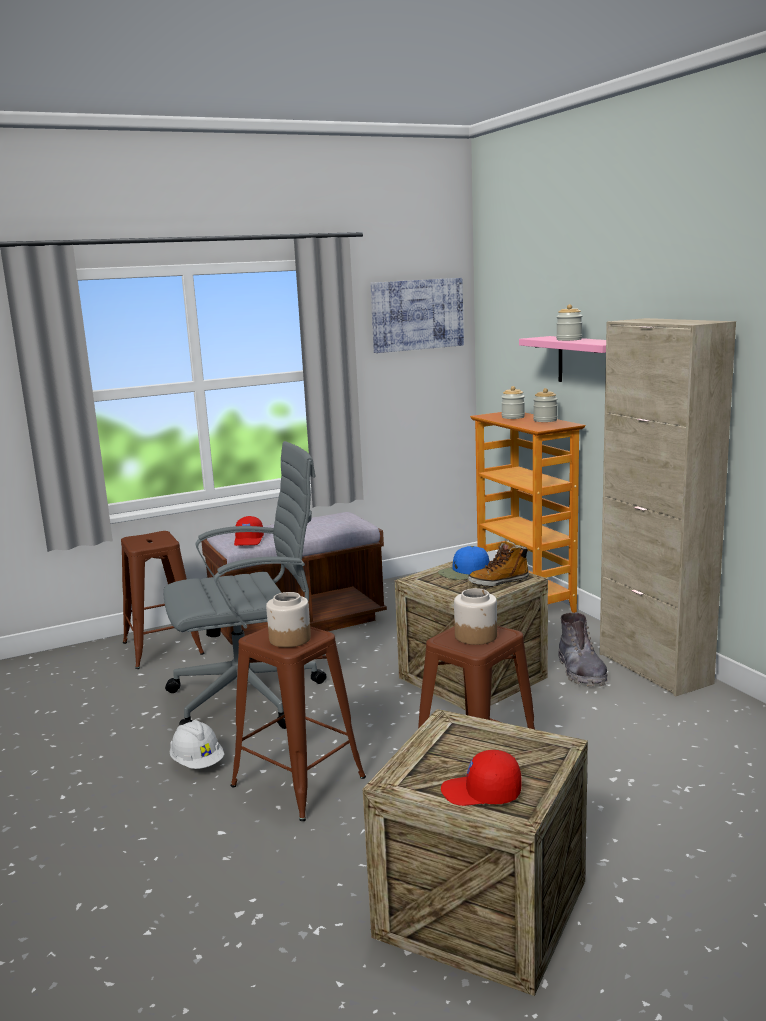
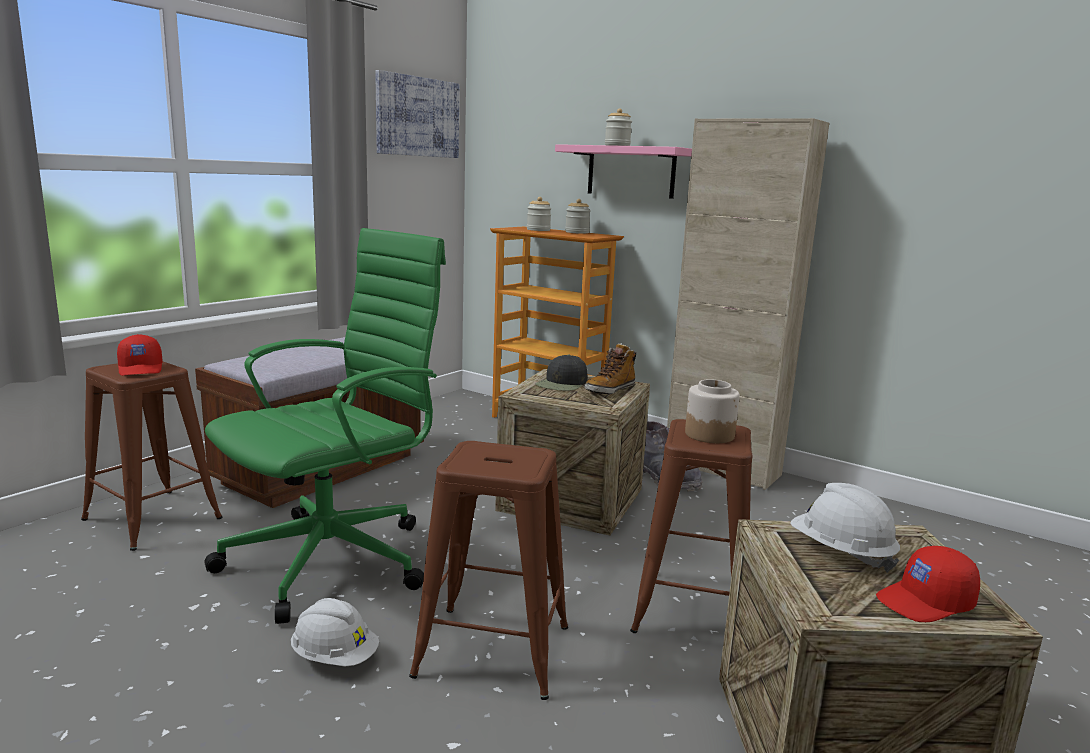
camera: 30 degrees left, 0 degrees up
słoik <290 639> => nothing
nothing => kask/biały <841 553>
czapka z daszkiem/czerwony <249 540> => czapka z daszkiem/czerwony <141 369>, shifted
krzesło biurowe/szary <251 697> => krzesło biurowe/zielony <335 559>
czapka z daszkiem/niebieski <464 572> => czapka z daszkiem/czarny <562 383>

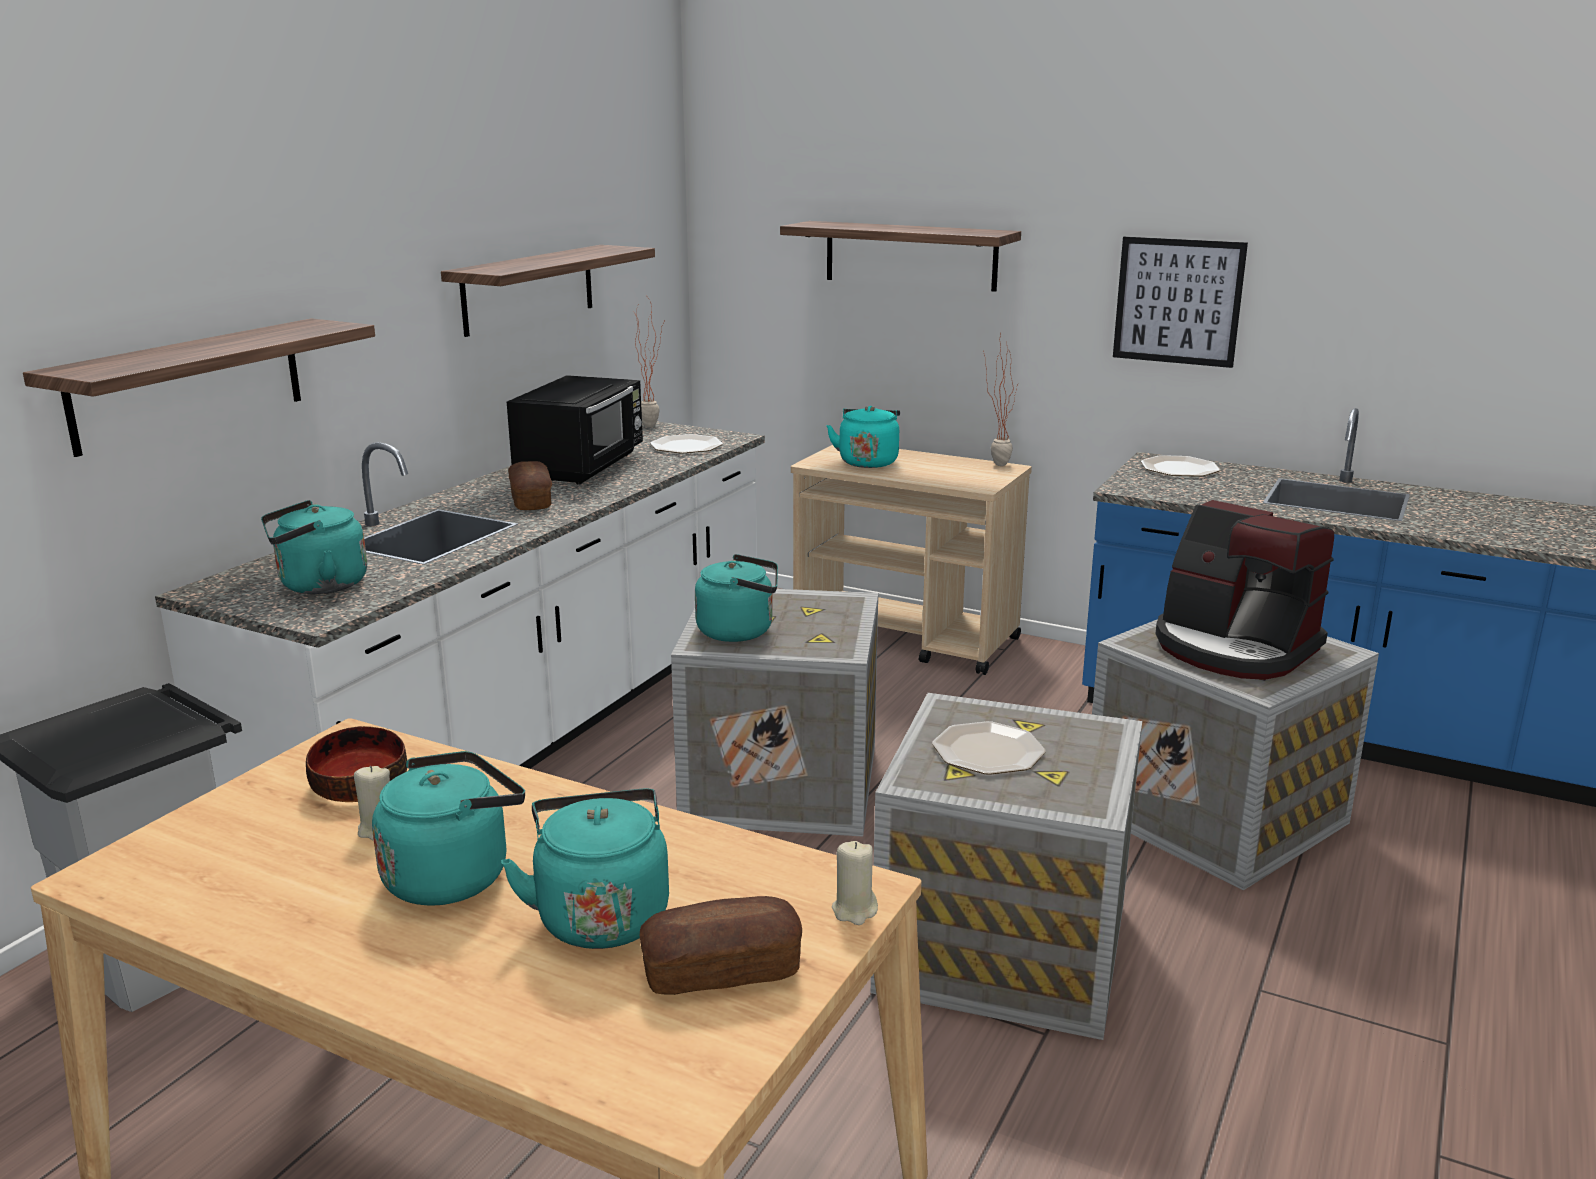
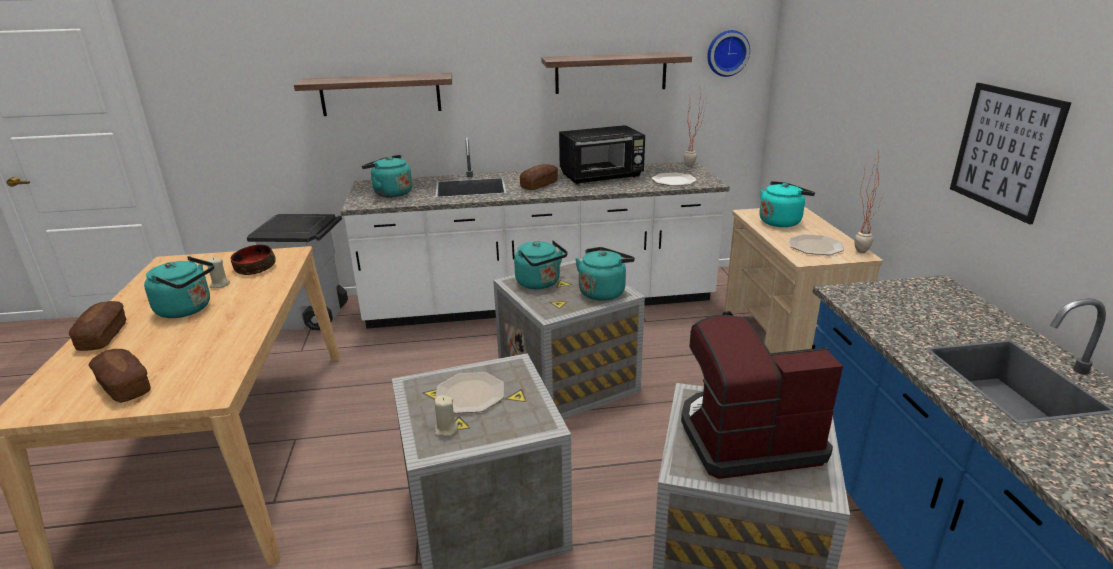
camera: 55 degrees right, 5 degrees up
półka <910 255> => nothing
nothing => chleb <103 336>
nothing => zegar ścienny <727 53>
czajnik/turkusowy <601 915> => czajnik/turkusowy <603 292>, shifted
świeca/beżowy <854 910> => świeca/beżowy <446 430>, shifted
talerz <1179 469> => talerz <814 246>, shifted
ekspres do kawy <1234 648> => ekspres do kawy <746 438>, 75 degrees clockwise

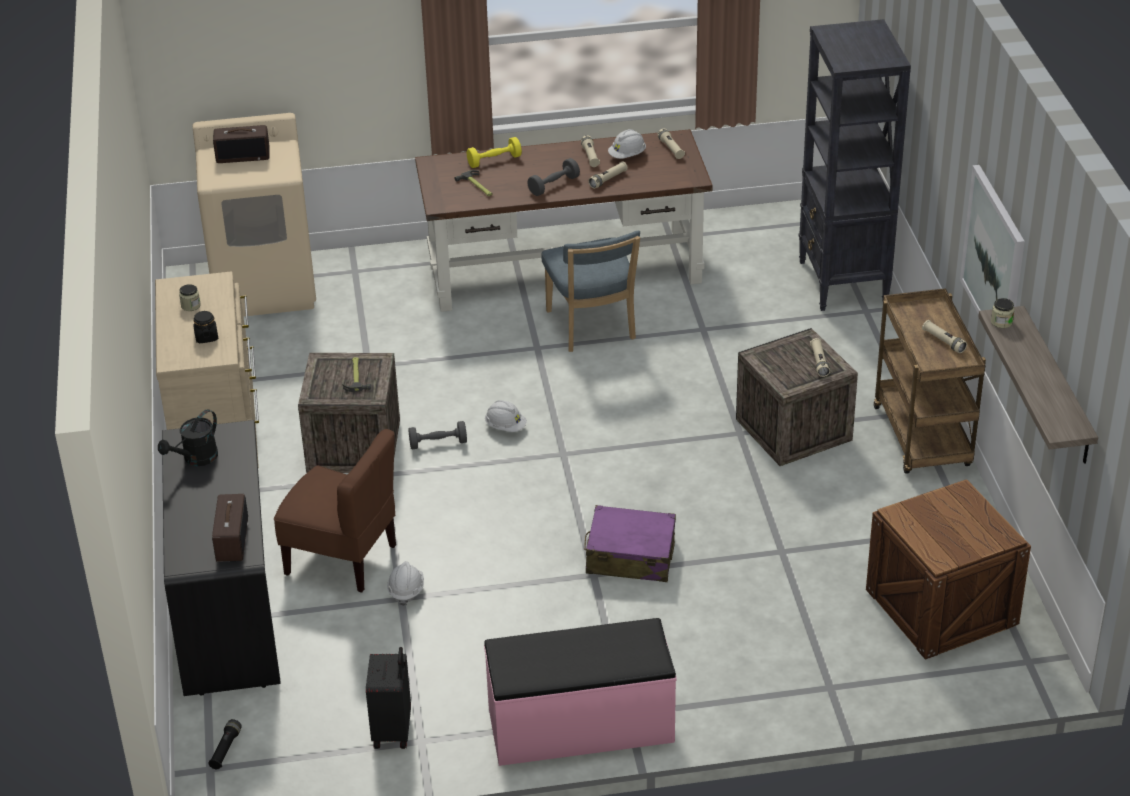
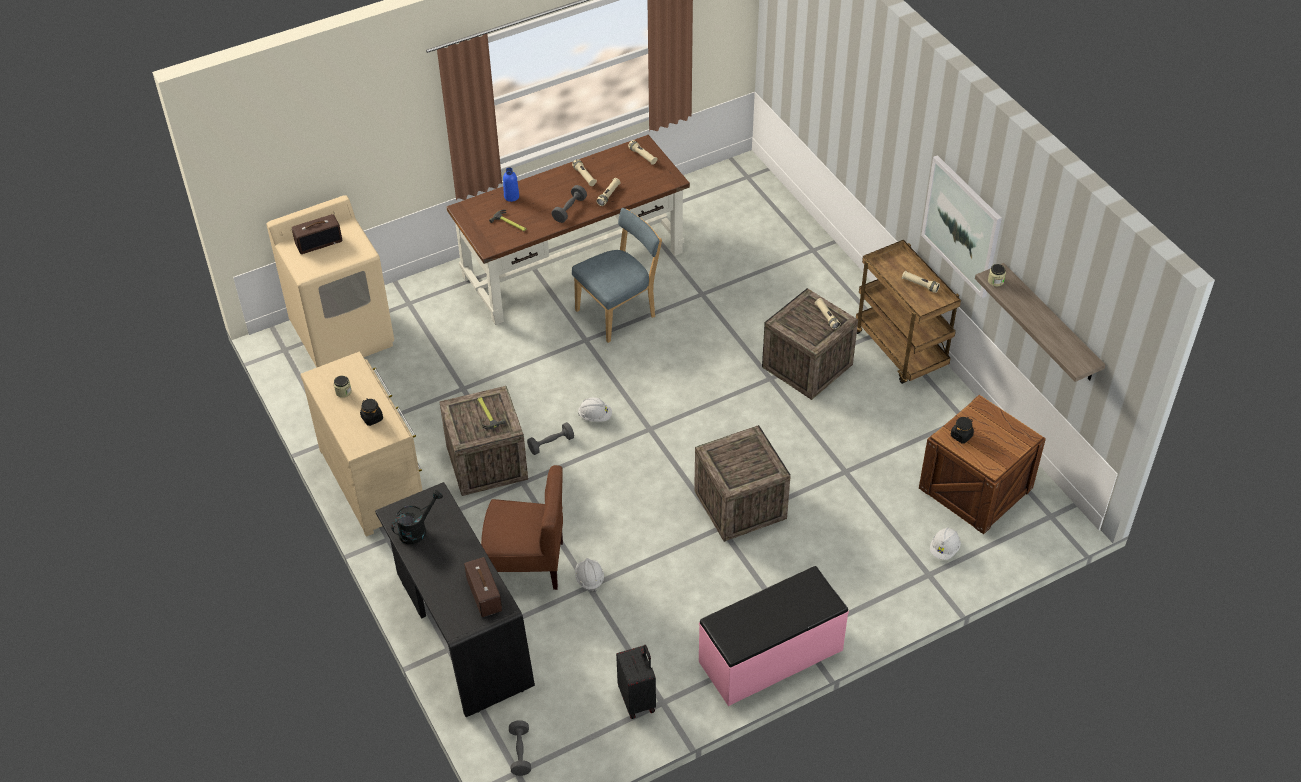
camera: 20 degrees left, 10 degrees up
regał/czarny <843 283> => nothing
nothing => słoik/czarny <961 436>
kask/biały <627 155> => kask/biały <944 549>, shifted
latarka/czarny <225 749> => hantel/szary <520 753>
hantel/żółty <494 161> => butelka/niebieski <511 196>
walizka/fioletowy <630 556> => skrzynka <740 504>
konewka/czarny <196 459> => konewka/czarny <417 529>, 150 degrees counterclockwise
krzesło/niebieski <592 328> => krzesło/niebieski <619 312>, 90 degrees counterclockwise

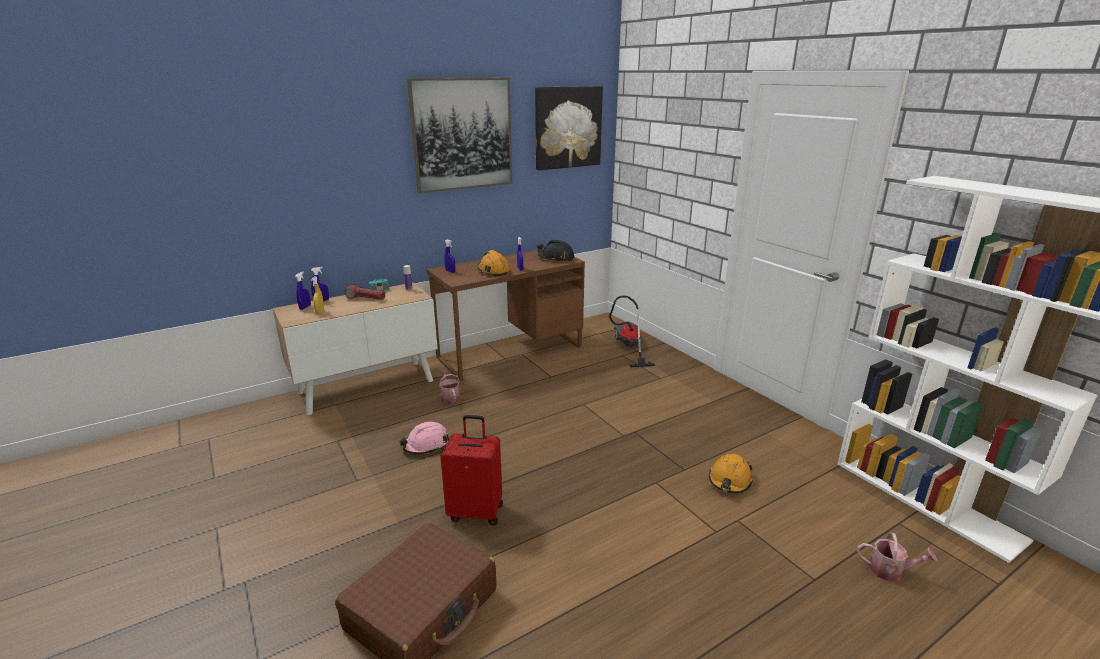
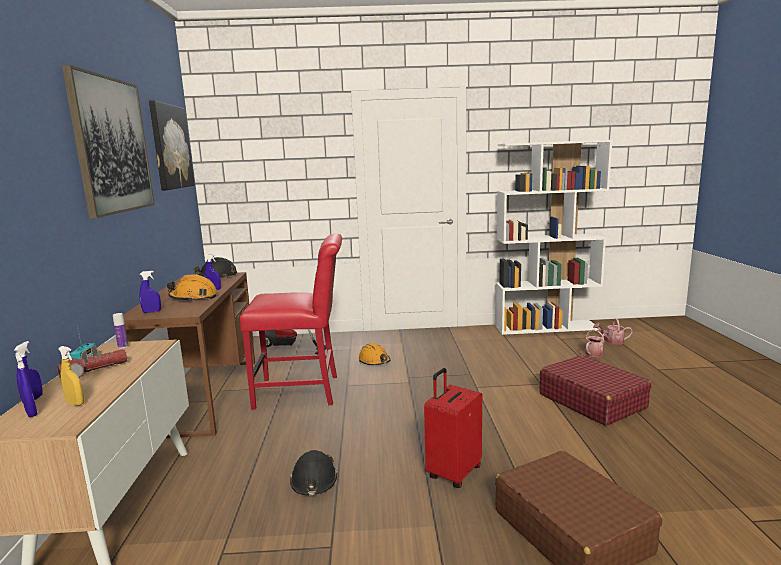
camera: 60 degrees left, 10 degrees down
nothing => krzesło/czerwony <302 392>
nothing => walizka/czerwony <591 401>
konewka <449 397> => konewka <612 341>, shifted
kask/pomarańczowy <729 480> => kask/pomarańczowy <374 361>, shifted
kask/różowy <425 445> => kask/czarny <314 482>

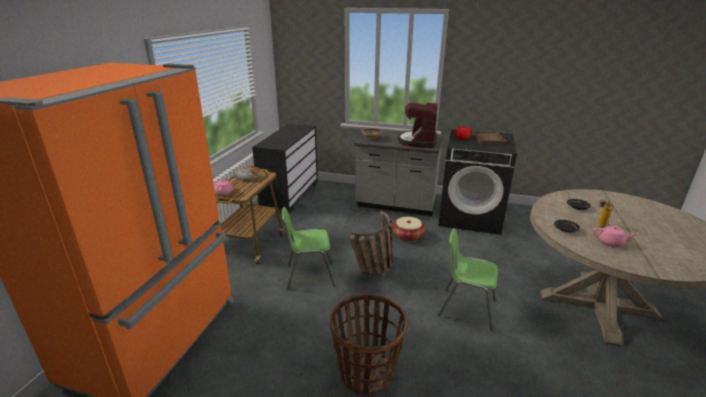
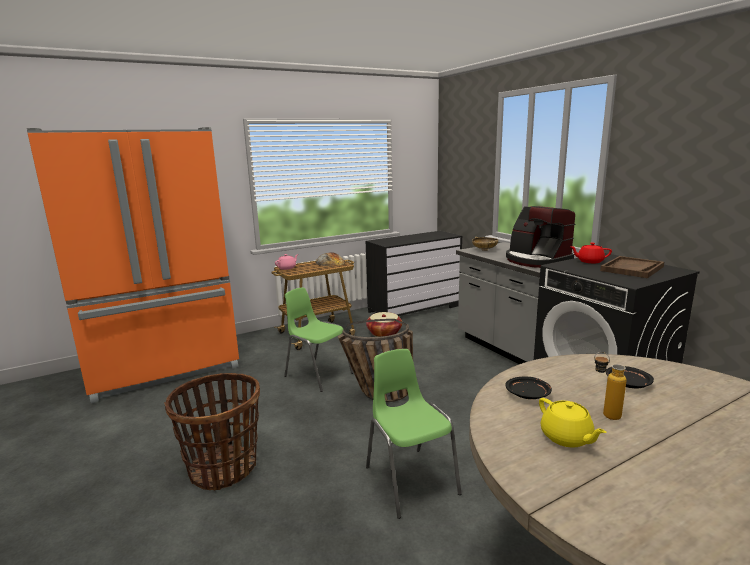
camera: 45 degrees right, 10 degrees down
koszyk <408 236> => koszyk <384 333>, shifted
imbryk/różowy <611 243> => imbryk/żółty <566 438>
ekspres do kawy <418 141> => ekspres do kawy <536 260>, 90 degrees counterclockwise

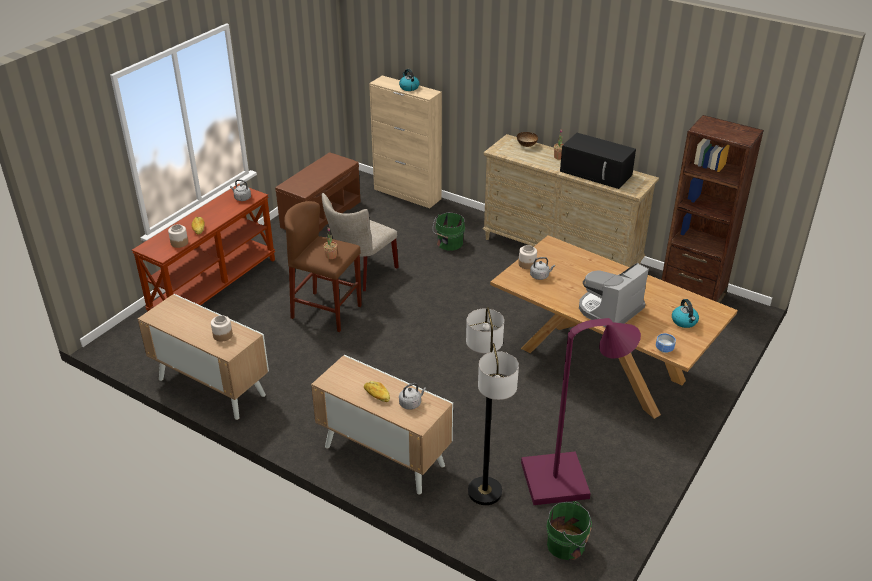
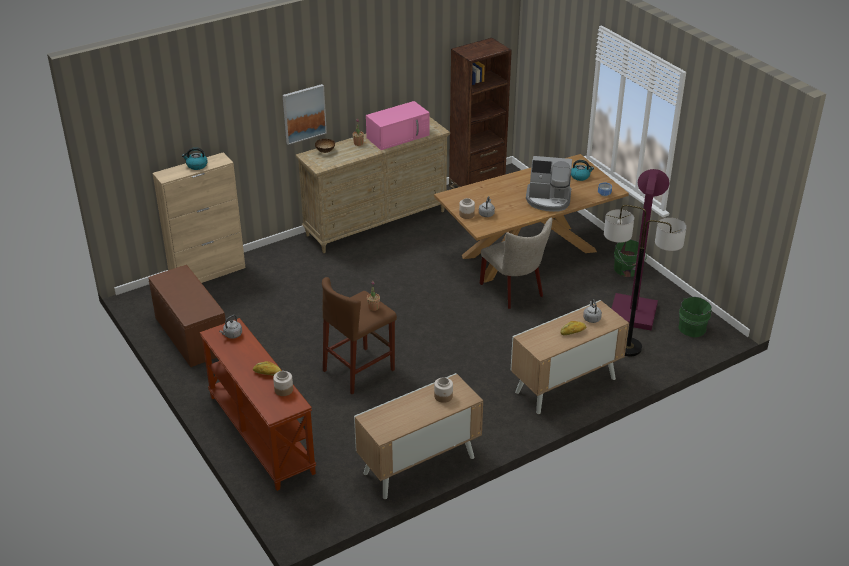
camera: 65 degrees left, 0 degrees up
nothing => obraz <304 113>
krzesło/beżowy <361 273> => krzesło/beżowy <514 291>, shifted
wiadro/zielony <449 243> => wiadro/zielony <627 270>, shifted
mikrofalówka/czarny <597 173> => mikrofalówka/różowy <398 136>
ekspres do kawy <609 310> => ekspres do kawy <548 200>, 60 degrees counterclockwise

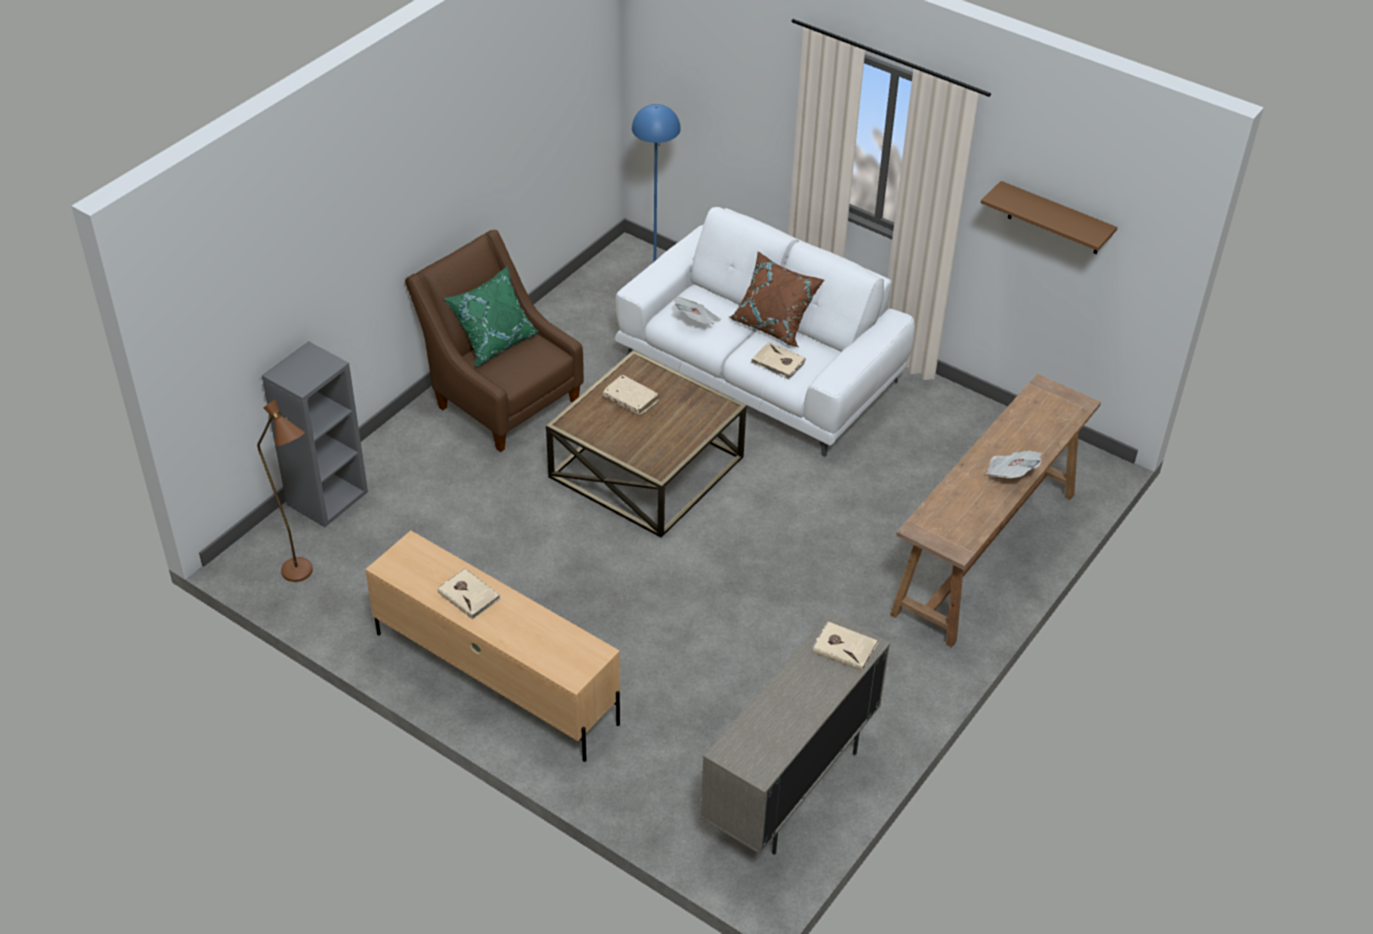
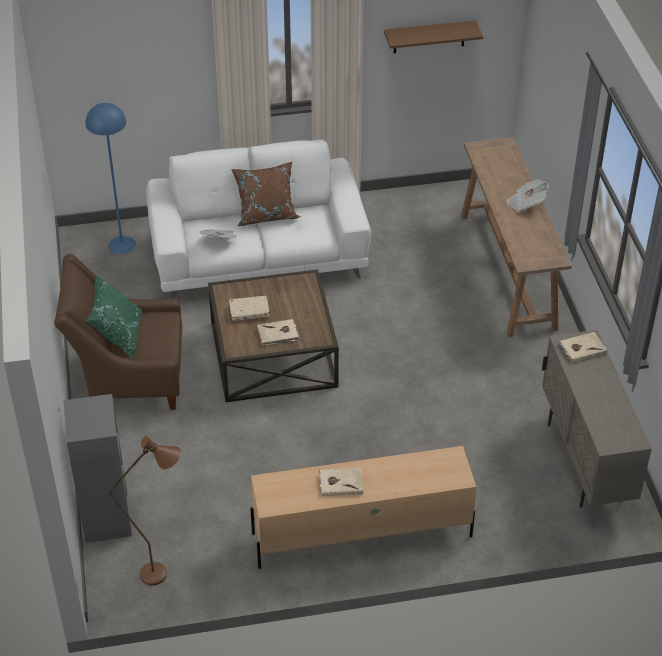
camera: 45 degrees left, 0 degrees up
książka/beżowy <778 363> => książka/beżowy <278 334>, shifted

